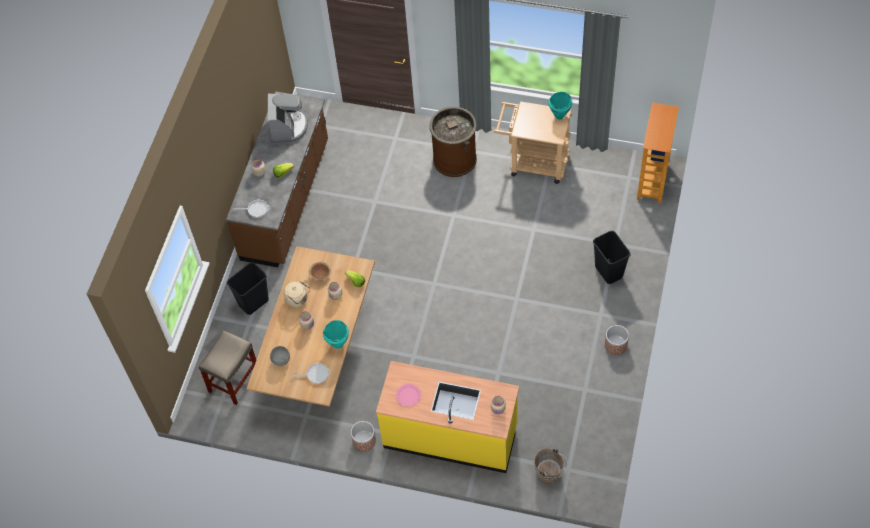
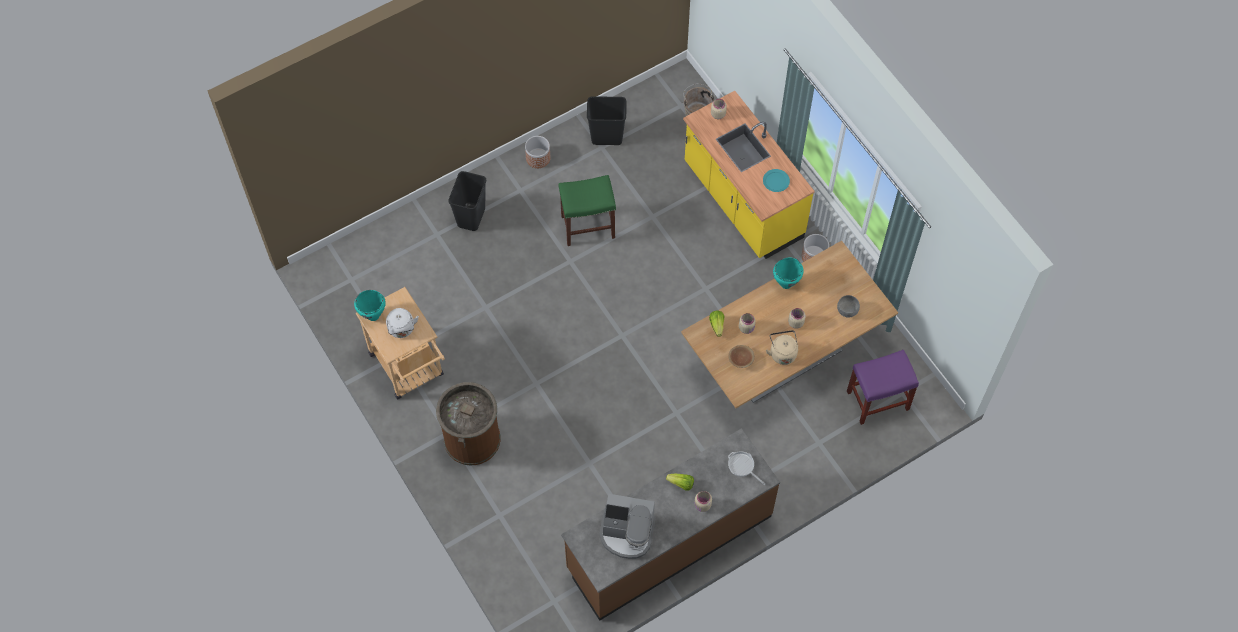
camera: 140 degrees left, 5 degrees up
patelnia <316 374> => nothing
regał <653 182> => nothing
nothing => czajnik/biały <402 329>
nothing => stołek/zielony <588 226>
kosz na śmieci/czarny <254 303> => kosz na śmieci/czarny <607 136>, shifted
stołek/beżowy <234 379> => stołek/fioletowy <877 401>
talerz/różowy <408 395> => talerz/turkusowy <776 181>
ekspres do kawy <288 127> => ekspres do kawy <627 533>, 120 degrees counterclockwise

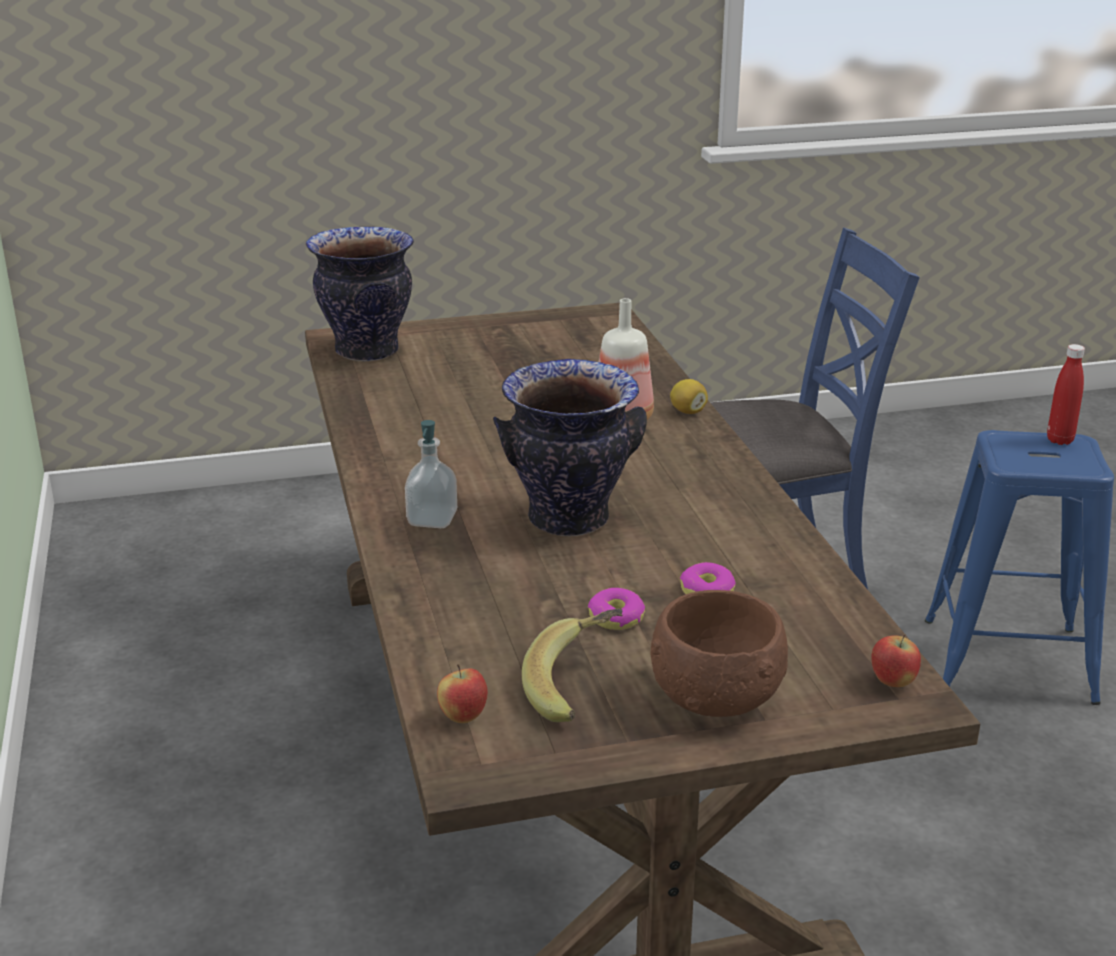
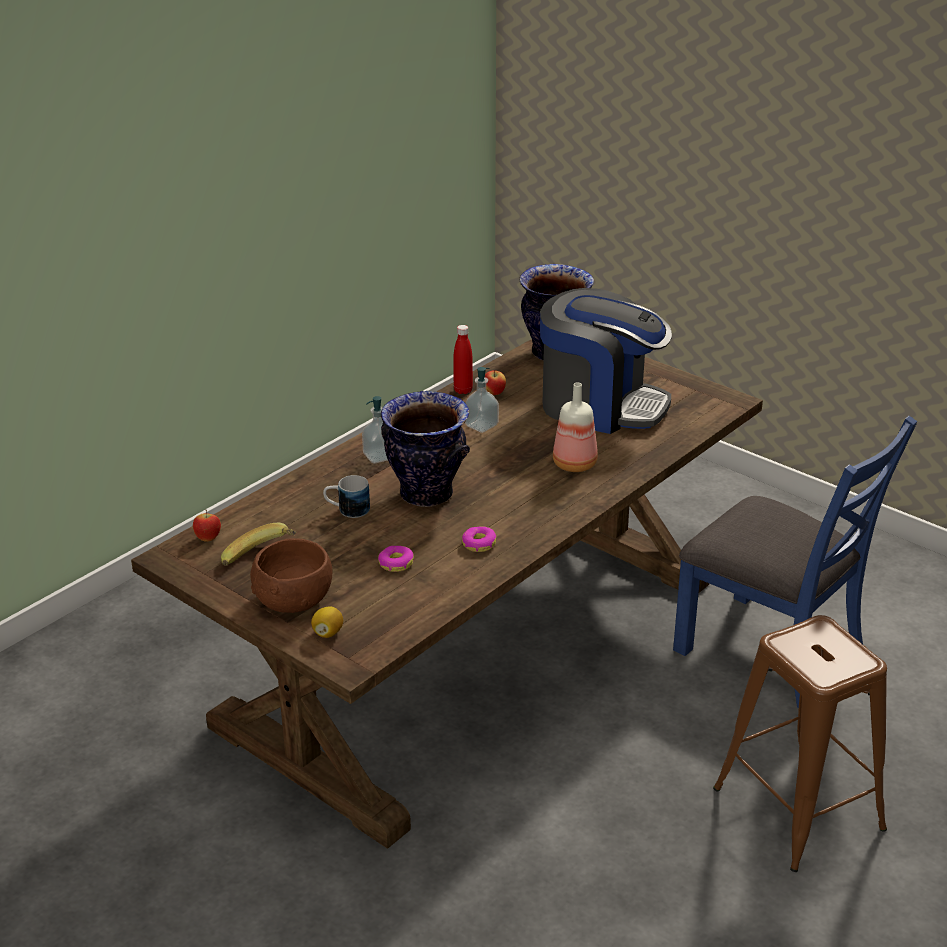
camera: 55 degrees right, 5 degrees up
nothing => kubek <347 510>
nothing => dozownik mydła <481 426>
nothing => ekspres do kawy <601 406>
donut <616 617> => donut <478 544>, shifted
cytryna <687 411> => cytryna <328 633>, shifted
jabłko <893 682> => jabłko <494 393>, shifted
butelka/czerwony <1059 440> => butelka/czerwony <463 390>, shifted
stołek/niebieski <1006 660> => stołek/brązowy <797 807>

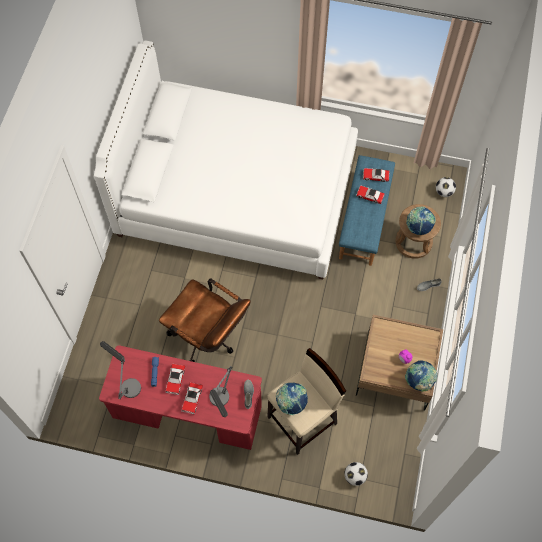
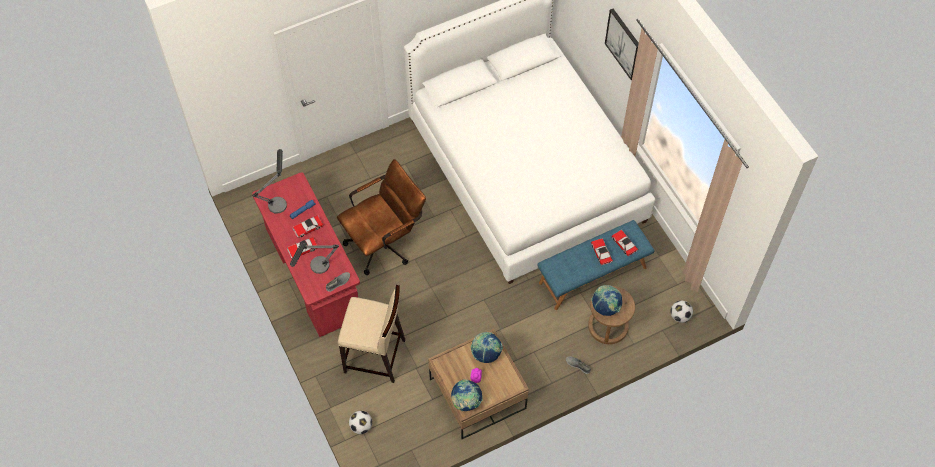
camera: 50 degrees right, 5 degrees down
nothing => obraz <623 43>
globus <291 403> => globus <486 354>, shifted
krzesło biurowe/brązowy <208 337> => krzesło biurowe/brązowy <385 242>, 120 degrees counterclockwise

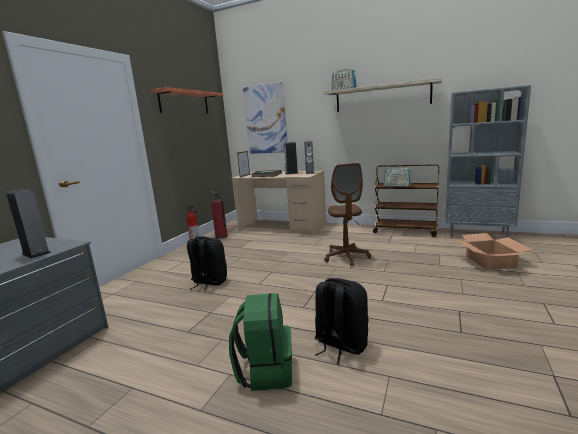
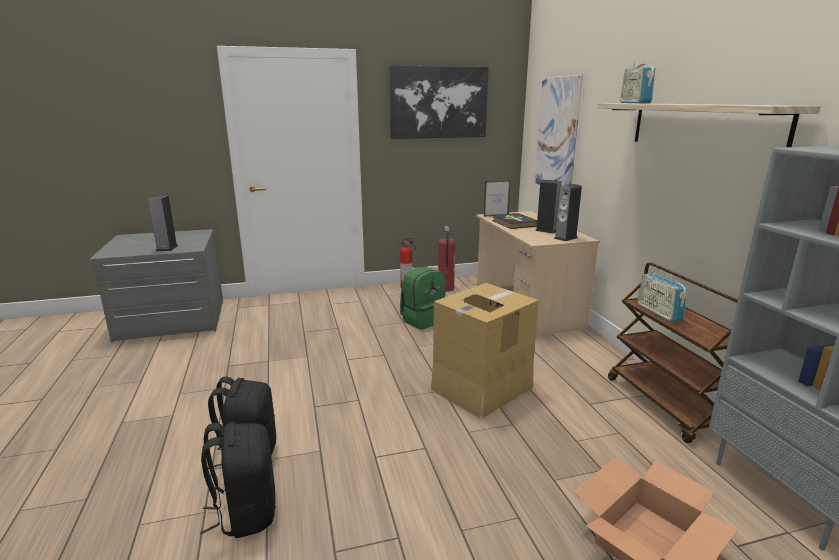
camera: 50 degrees right, 5 degrees up
plecak/czarny <209 282> => plecak/czarny <245 513>, shifted
plecak/zielony <265 371> => plecak/zielony <423 320>, shifted
półka <184 102> => obraz <438 102>
krzesło biurowe/brązowy <346 257> => karton <481 387>

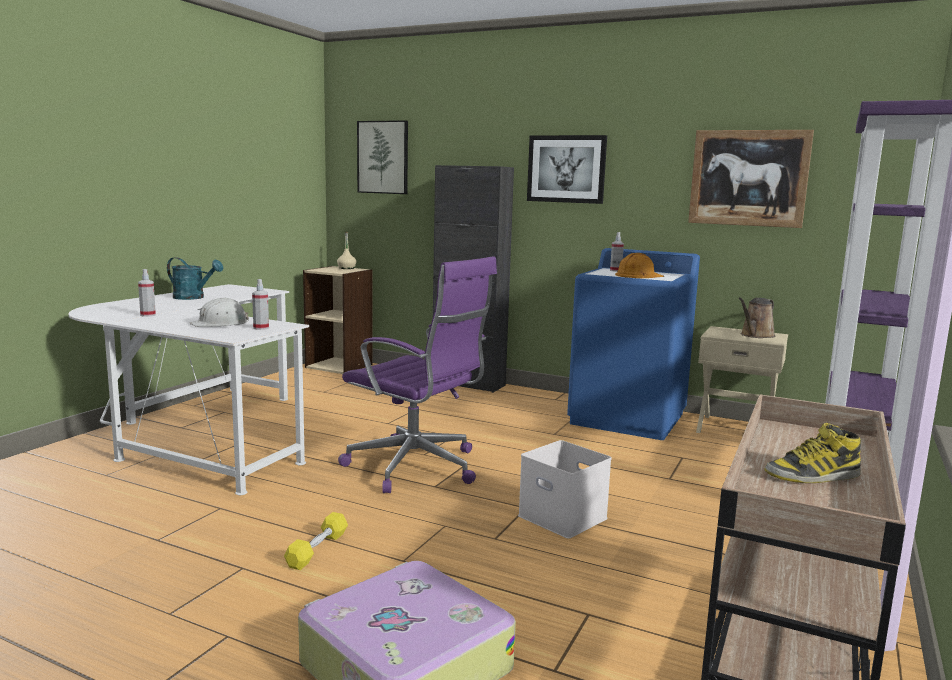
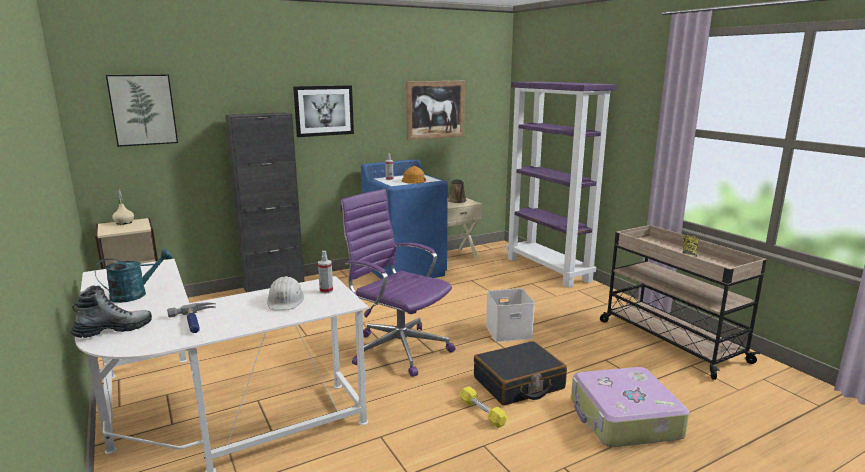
camera: 55 degrees left, 5 degrees up
nothing => but z cholewką <114 330>
nothing => walizka/czarny <518 384>
spryskiwacz <148 315> => młotek <195 322>
krzesło biurowe/fioletowy <417 467> => krzesło biurowe/fioletowy <398 348>, 120 degrees counterclockwise

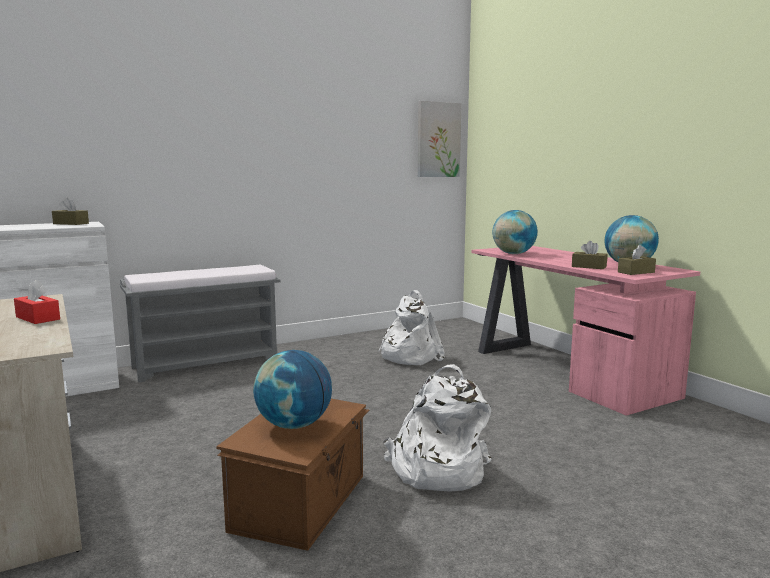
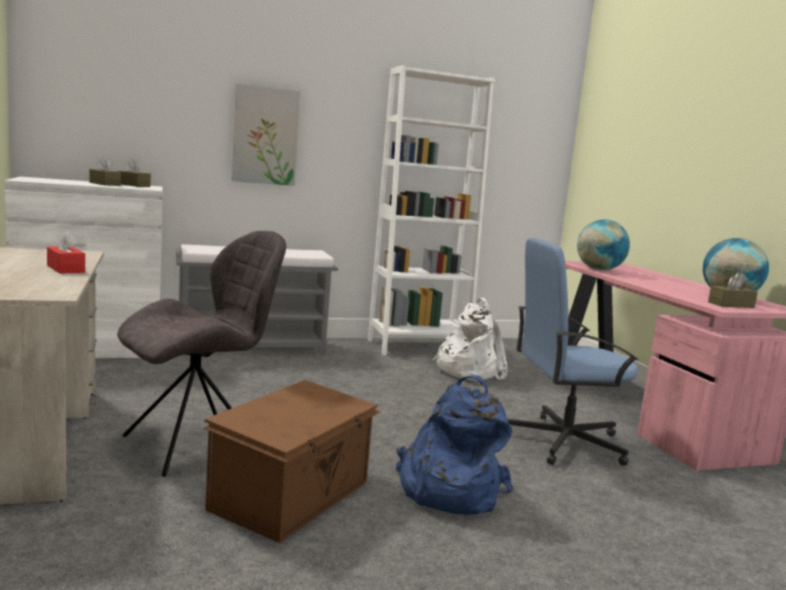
camera: 10 degrees right, 0 degrees up
globus <294 425> => nothing
nothing => krzesło/szary <198 443>
nothing => regał/biały <418 347>
nothing => krzesło biurowe/niebieski <562 441>
obraz <438 140> => obraz <265 136>, shifted
pudełko chusteczek/brązowy <589 267> => pudełko chusteczek/brązowy <105 184>, shifted
plecak/biały <436 470> => plecak/niebieski <448 490>

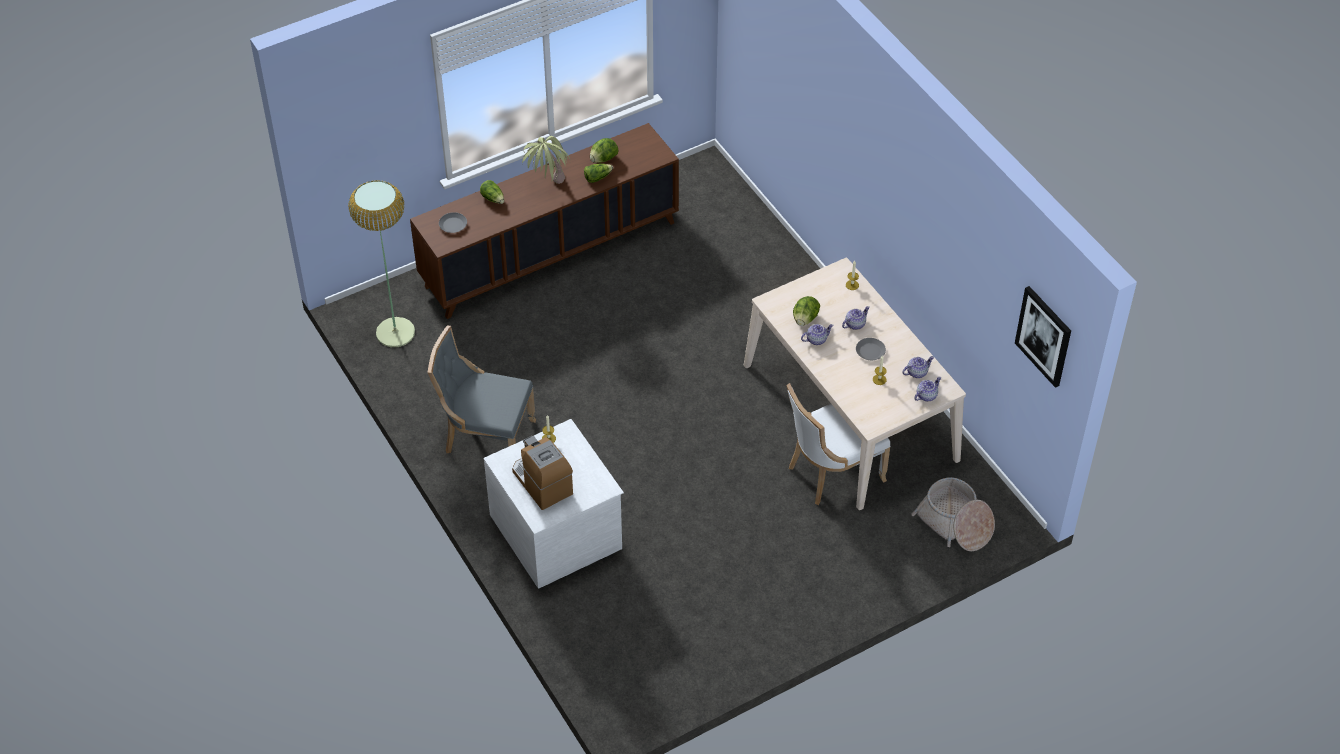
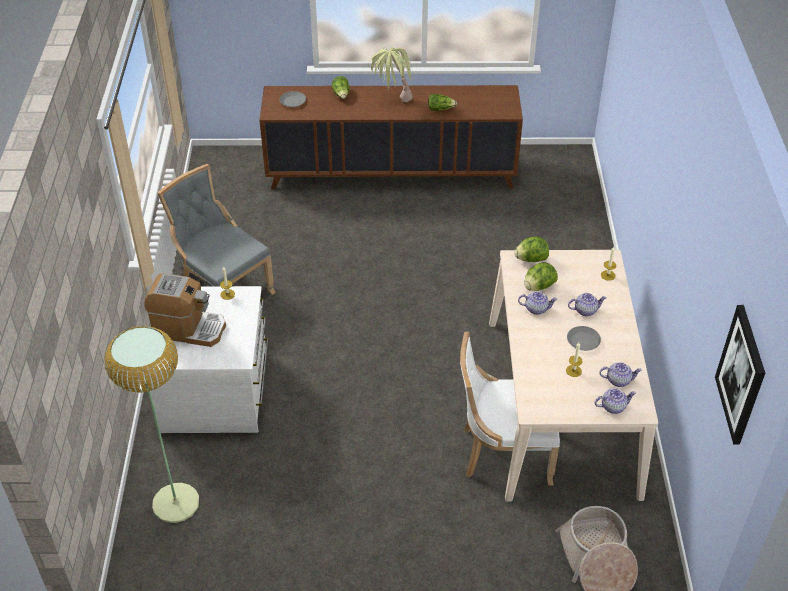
camera: 30 degrees right, 5 degrees down
lampa stojąca <395 333> => lampa stojąca <175 503>, shifted
sałata <603 159> => sałata <531 259>, shifted
ekspres do kawy <542 483> => ekspres do kawy <189 328>, 105 degrees clockwise

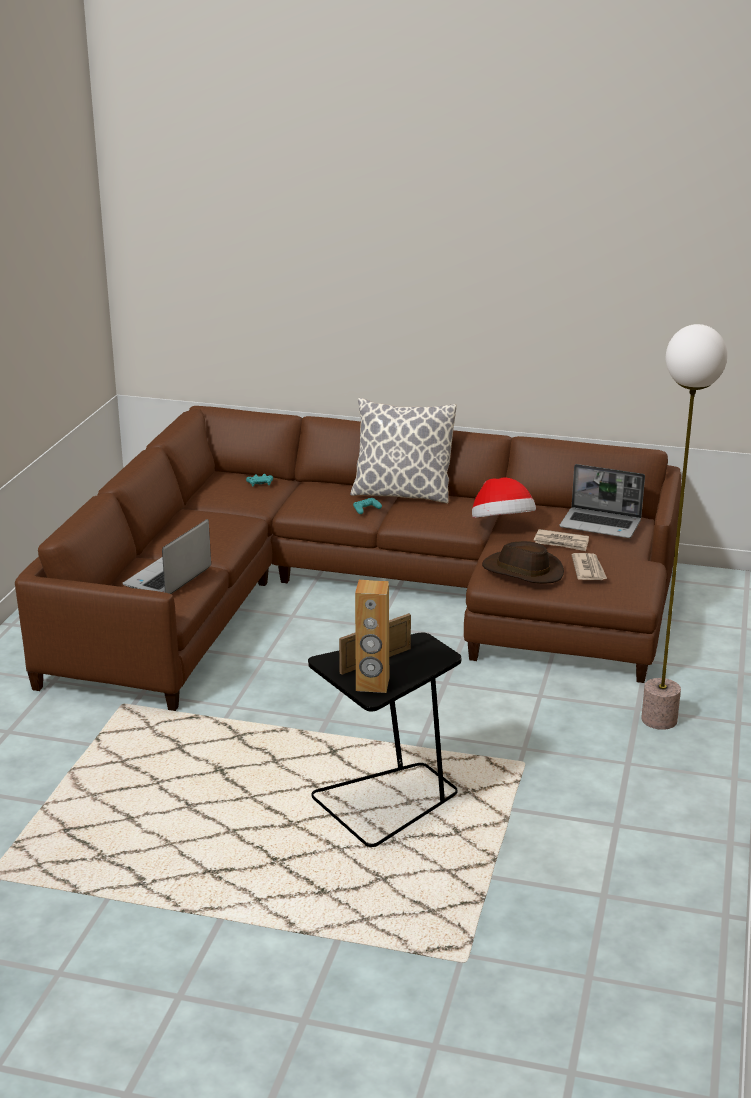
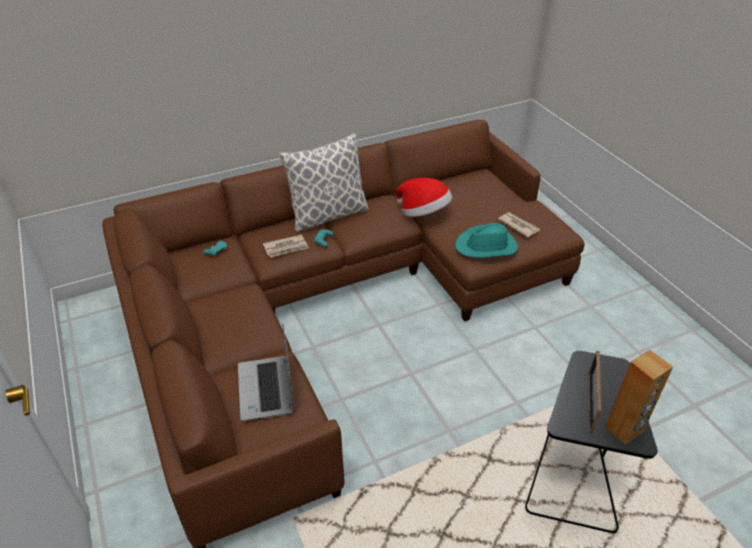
camera: 40 degrees left, 15 degrees up
laptop <601 524> => nothing
lampa stojąca <660 720> => nothing
gazeta <561 542> => gazeta <286 248>, shifted
kapelusz/brązowy <522 571> => kapelusz/turkusowy <486 246>

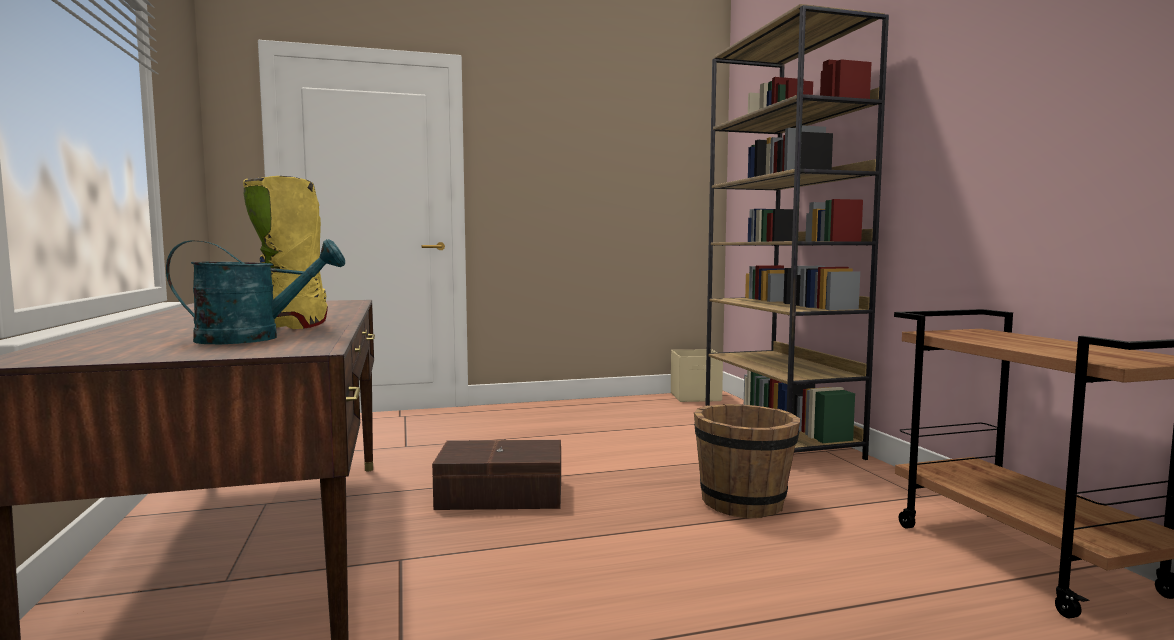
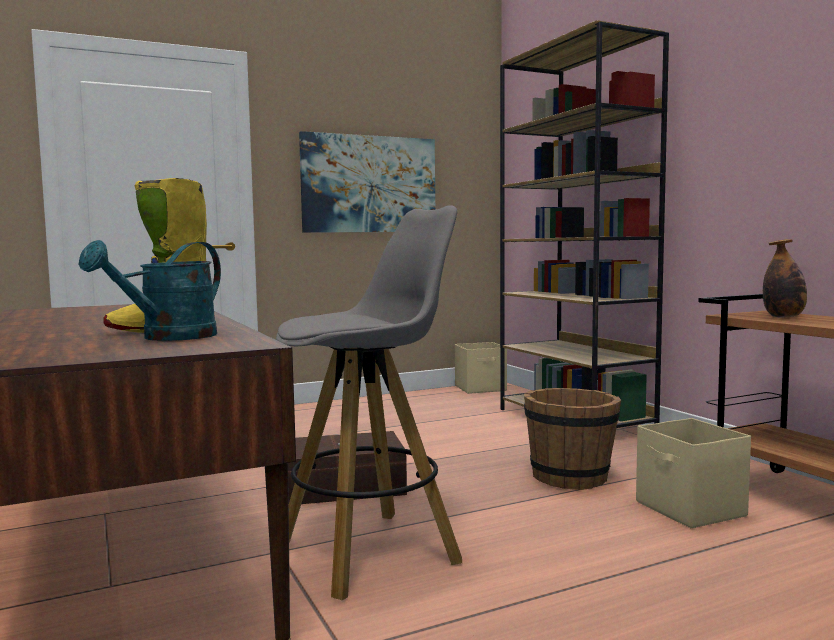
camera: 10 degrees left, 0 degrees up
nothing => stołek/szary <371 551>
nothing => obraz <369 184>
nothing => pojemnik do przechowywania/beżowy <690 509>
nothing => butelka <784 317>
konewka/turkusowy <254 338> => konewka/turkusowy <169 338>, 150 degrees clockwise

